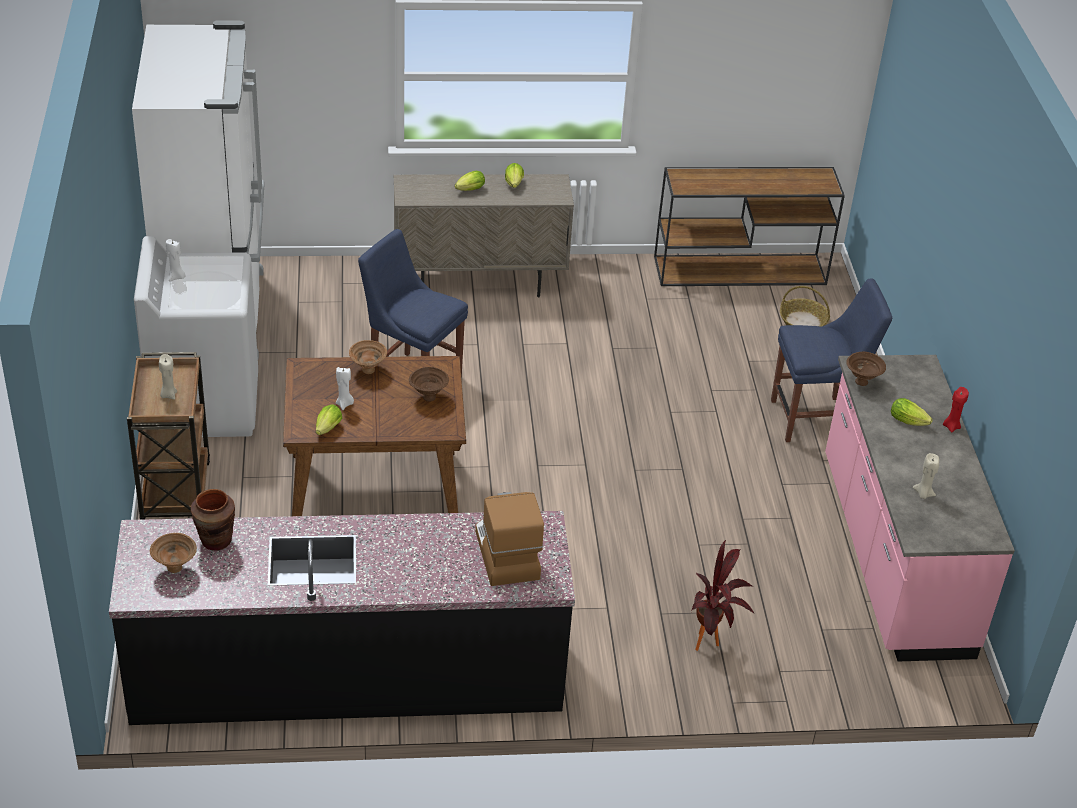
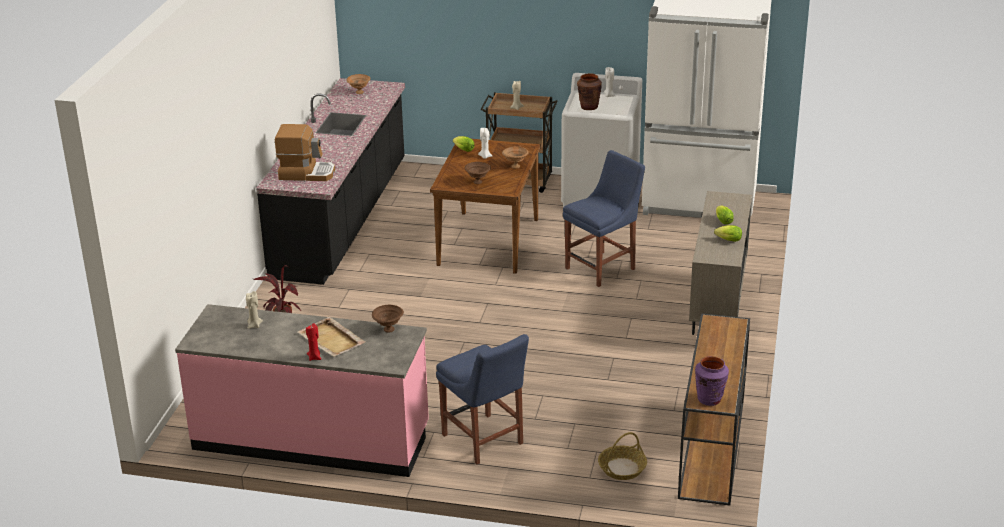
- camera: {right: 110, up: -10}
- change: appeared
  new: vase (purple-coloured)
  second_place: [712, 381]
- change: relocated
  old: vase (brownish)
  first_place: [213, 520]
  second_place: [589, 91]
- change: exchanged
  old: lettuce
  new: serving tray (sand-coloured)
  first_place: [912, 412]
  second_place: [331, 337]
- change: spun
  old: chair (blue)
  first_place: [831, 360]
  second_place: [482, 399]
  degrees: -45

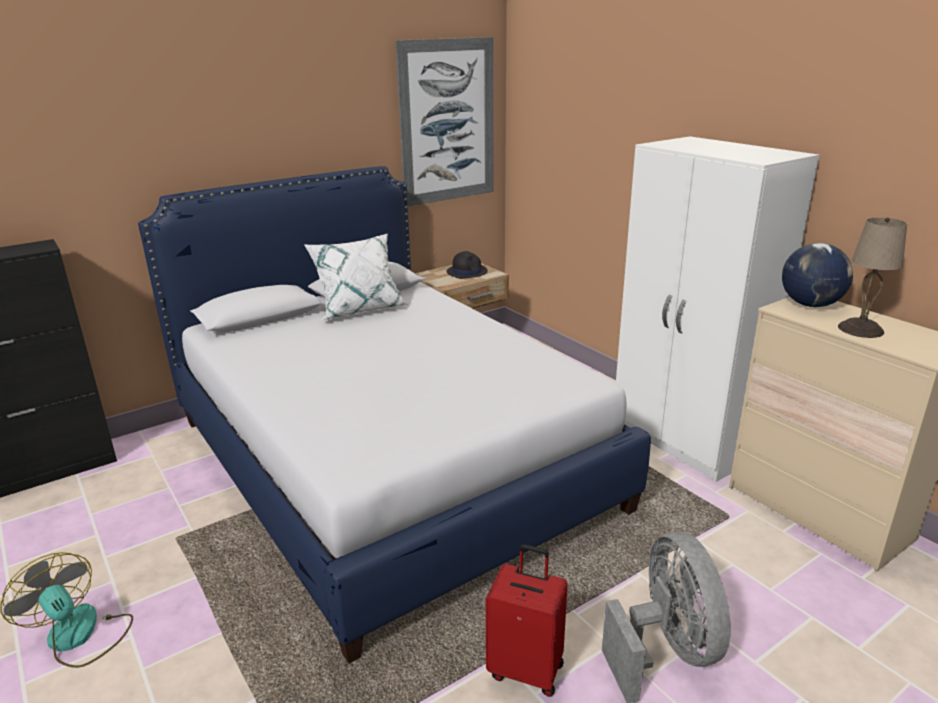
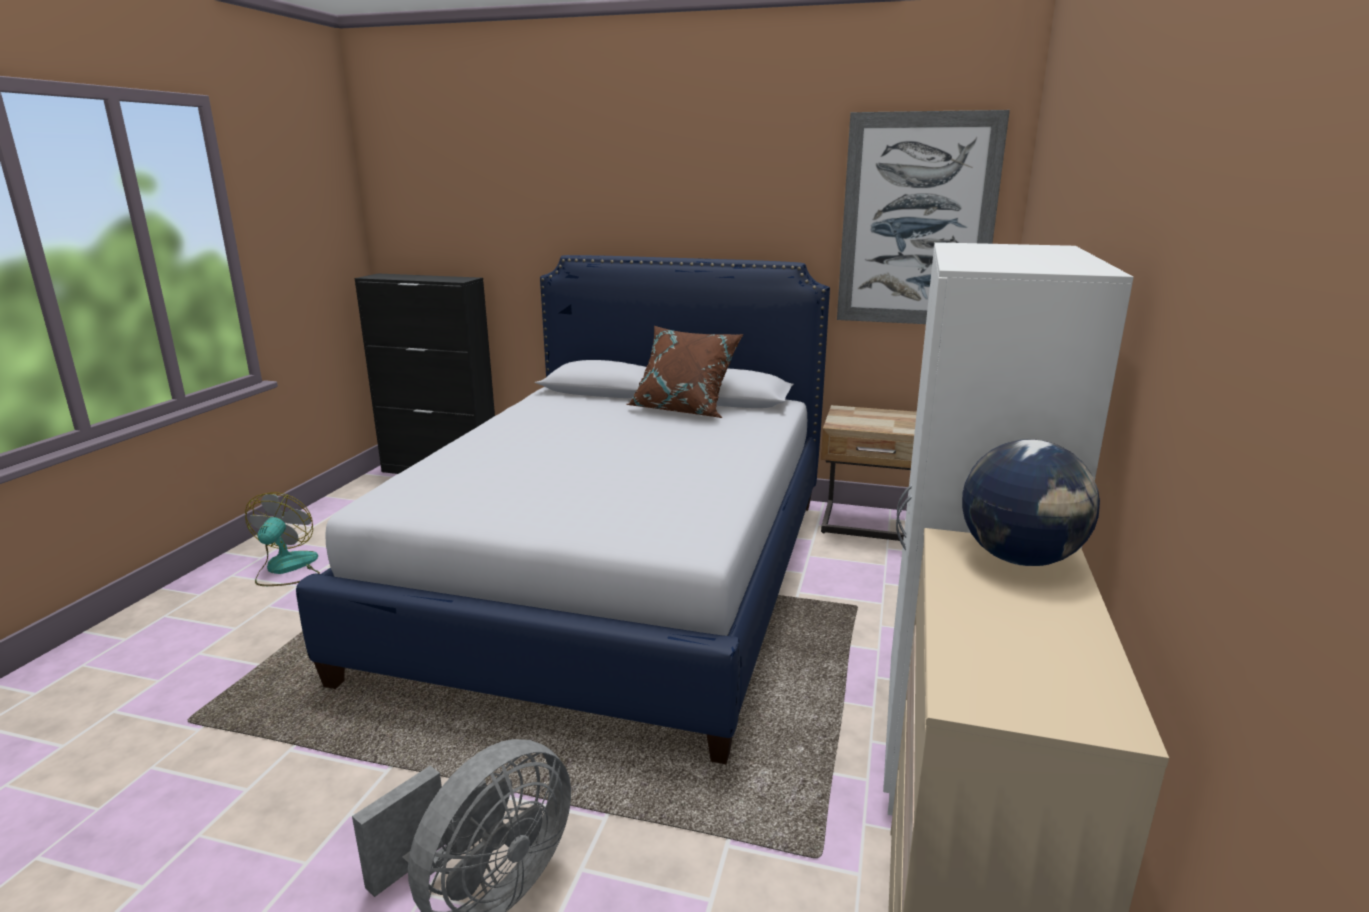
- camera: {right: 50, up: -5}
- change: missing
  old: wearable hat (black-coloured)
  first_place: [467, 265]
- change: missing
  old: piece of luggage (red)
  first_place: [526, 620]
- change: missing
  old: lamp for a table (sand-coloured)
  first_place: [872, 278]
- change: colour
  old: throw pillow (whitish)
  new: throw pillow (brownish)
  first_place: [356, 277]
  second_place: [685, 372]

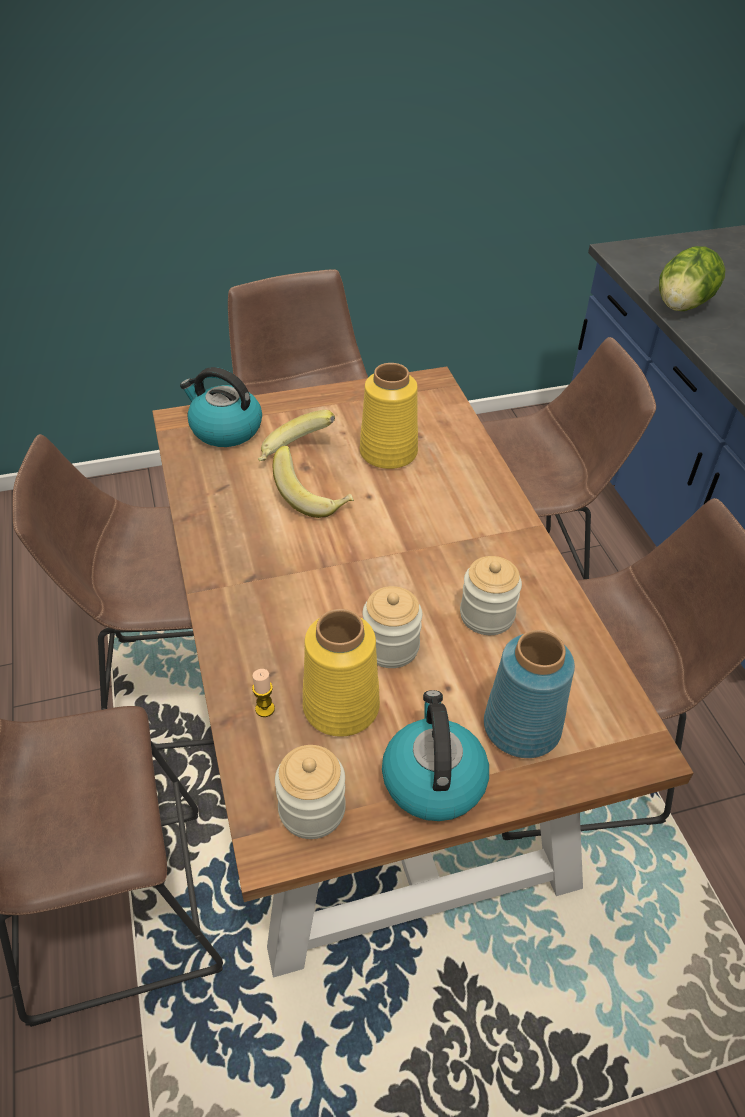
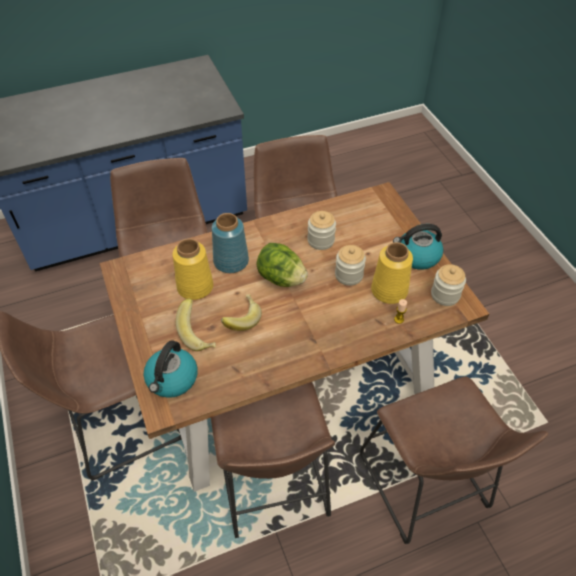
- camera: {right: -95, up: 5}
- change: relocated
  old: vase (blue)
  first_place: [529, 694]
  second_place: [230, 243]
- change: relocated
  old: lettuce
  first_place: [692, 278]
  second_place: [282, 265]

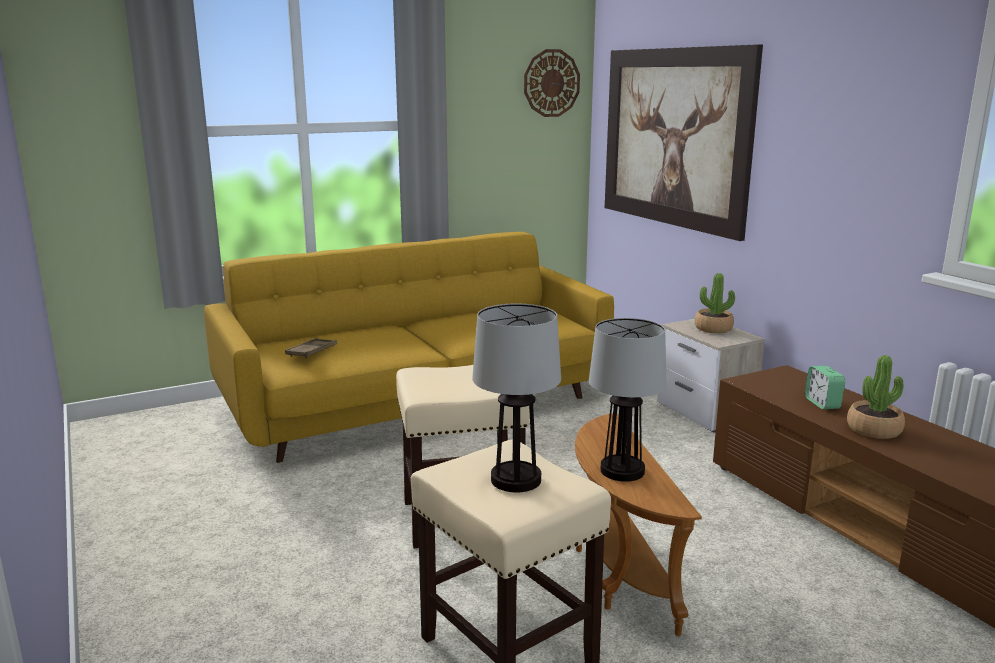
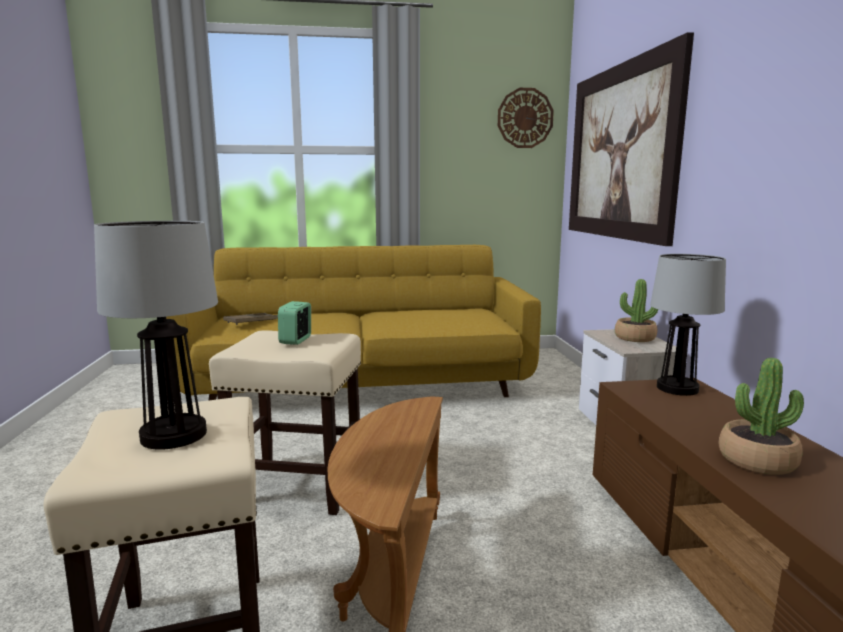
- camera: {right: 20, up: -5}
- change: relocated
  old: lamp for a table
  first_place: [627, 400]
  second_place: [688, 325]
- change: relocated
  old: alarm clock
  first_place: [825, 388]
  second_place: [294, 323]

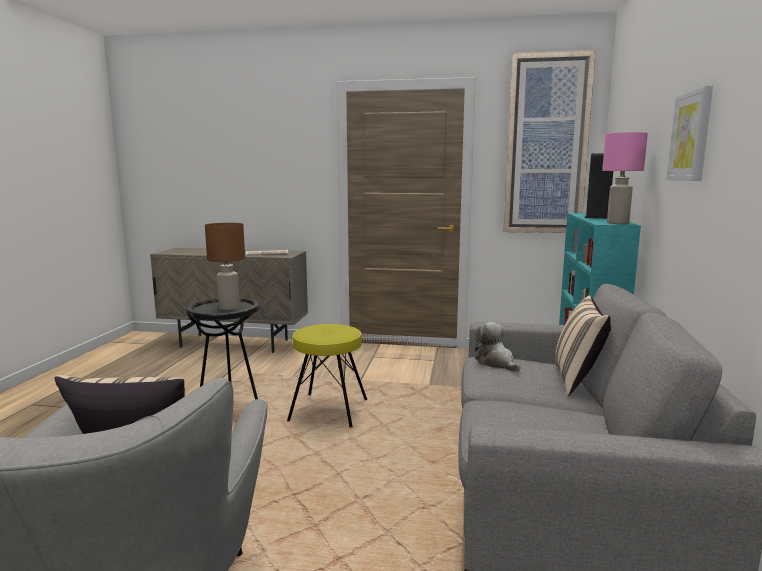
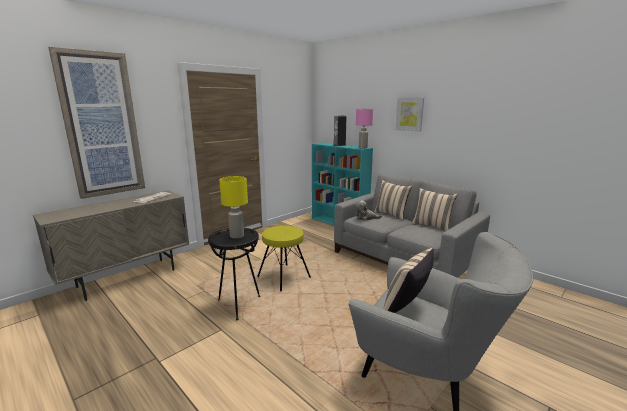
- camera: {right: -55, up: 5}
- change: appeared
  new: throw pillow (sand-coloured)
  second_place: [434, 209]
- change: relocated
  old: picture
  first_place: [549, 141]
  second_place: [96, 123]
- change: colour
  old: lamp for a table (brownish)
  new: lamp for a table (yellow-coloured)
  first_place: [225, 266]
  second_place: [233, 207]

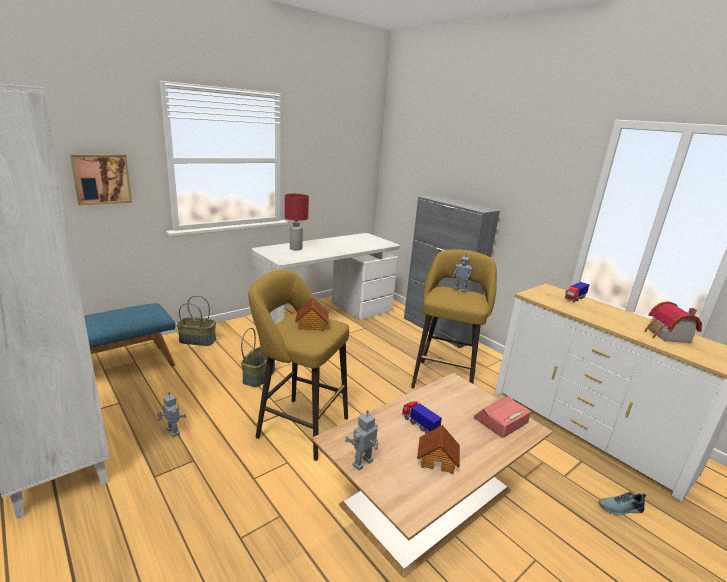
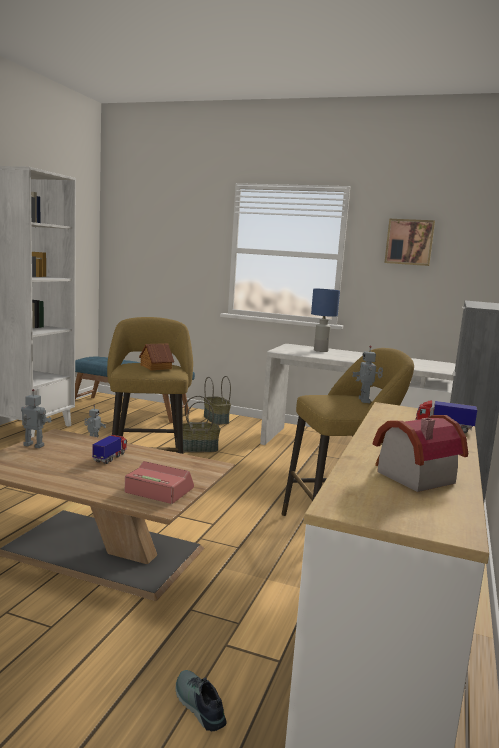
- camera: {right: 60, up: -10}
- change: missing
  old: model house
  first_place: [438, 449]
- change: relocated
  old: picture
  first_place: [101, 179]
  second_place: [409, 242]
- change: colour
  old: lamp for a table (red)
  new: lamp for a table (blue)
  first_place: [297, 222]
  second_place: [325, 320]

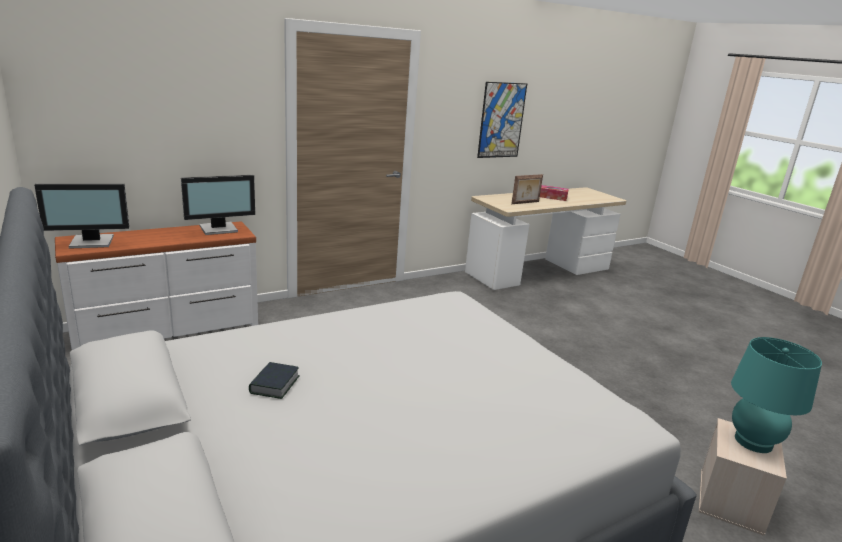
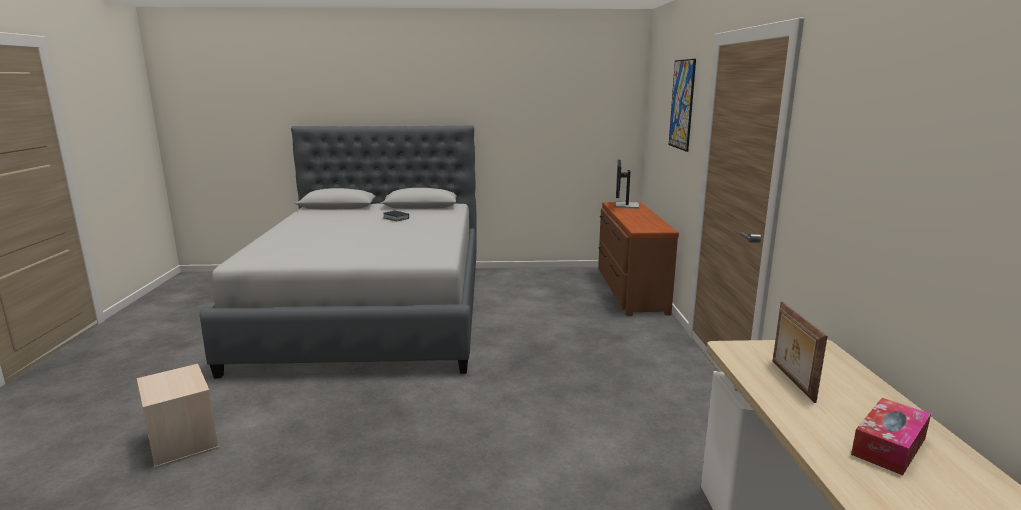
- camera: {right: 120, up: -5}
- change: missing
  old: computer screen
  first_place: [218, 205]
- change: missing
  old: lamp for a table (turquoise)
  first_place: [776, 395]
- change: relocated
  old: picture
  first_place: [502, 120]
  second_place: [682, 105]
- change: colour
  old: chest of drawers (whitish)
  new: chest of drawers (brownish)
  first_place: [156, 285]
  second_place: [638, 259]

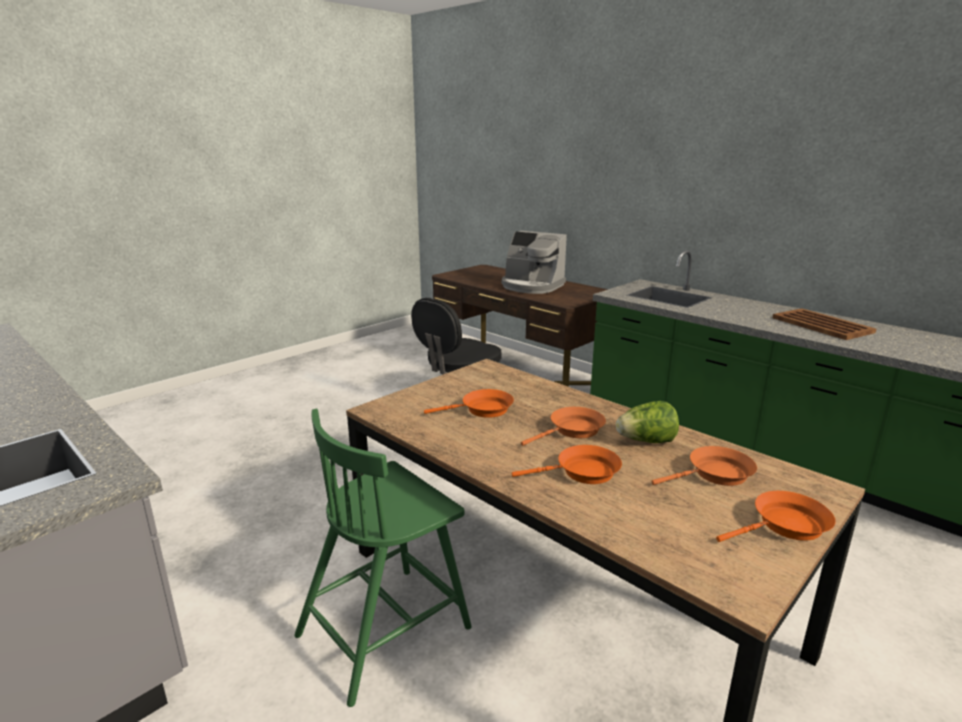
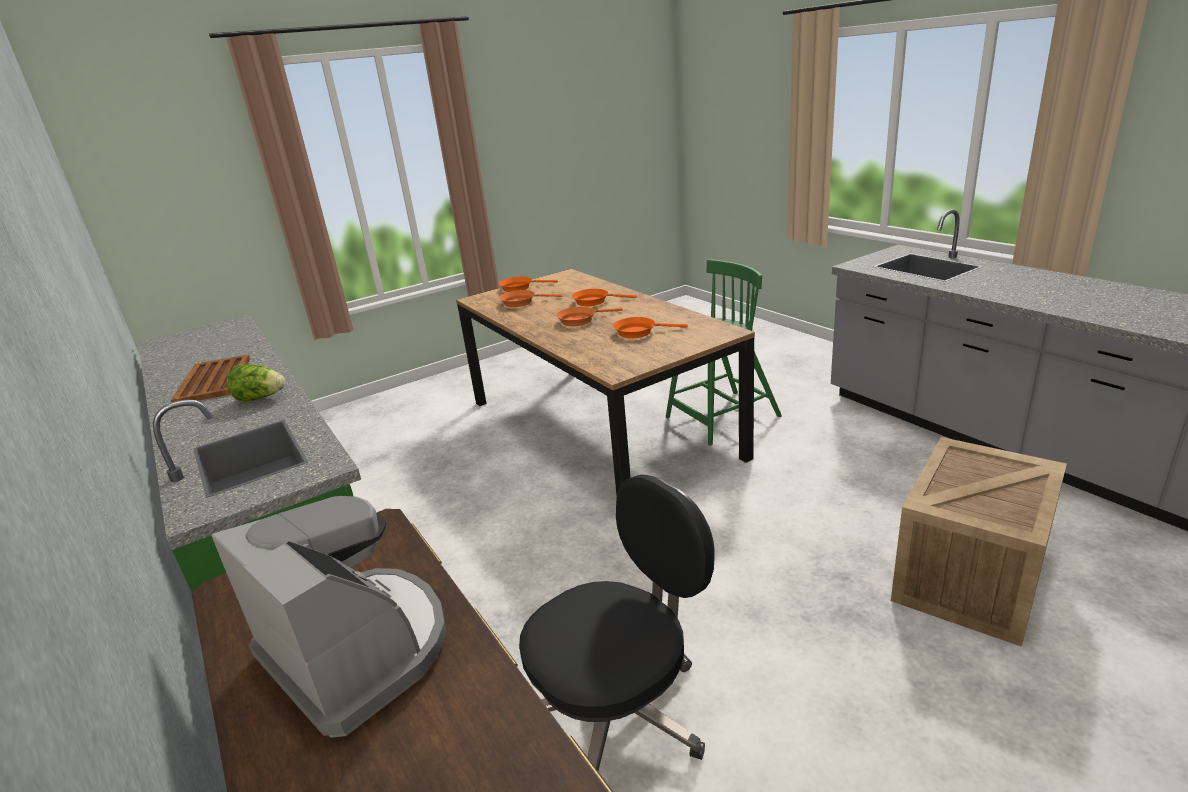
- camera: {right: -165, up: 5}
- change: appeared
  new: crate
  second_place: [979, 542]
- change: relocated
  old: lettuce
  first_place: [647, 422]
  second_place: [256, 383]

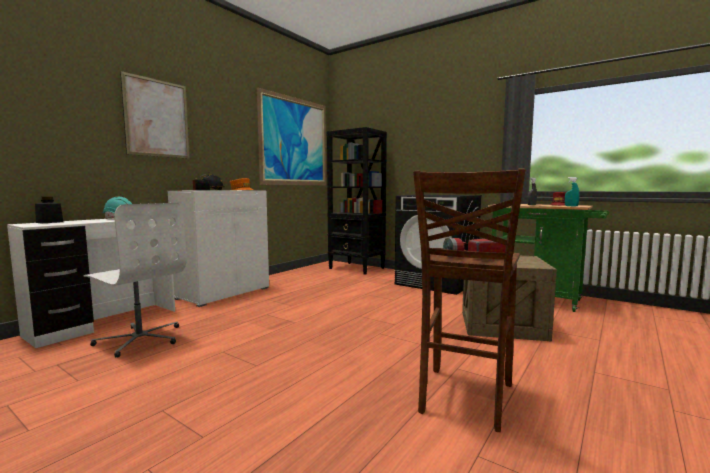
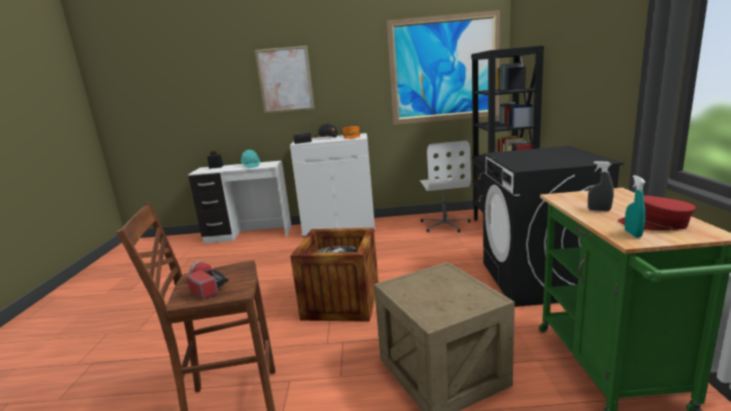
- camera: {right: 55, up: 10}
- change: appeared
  new: crate
  second_place: [334, 275]
- change: relocated
  old: desk chair (whitish)
  first_place: [135, 280]
  second_place: [445, 187]

